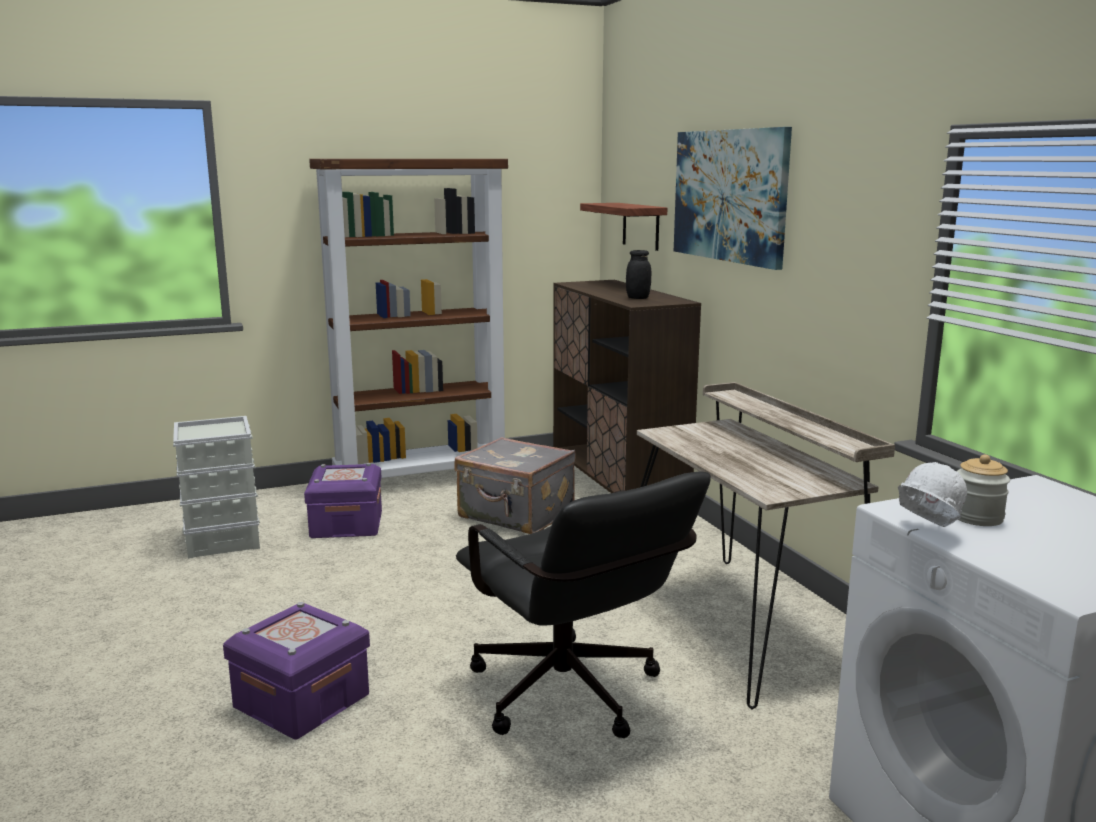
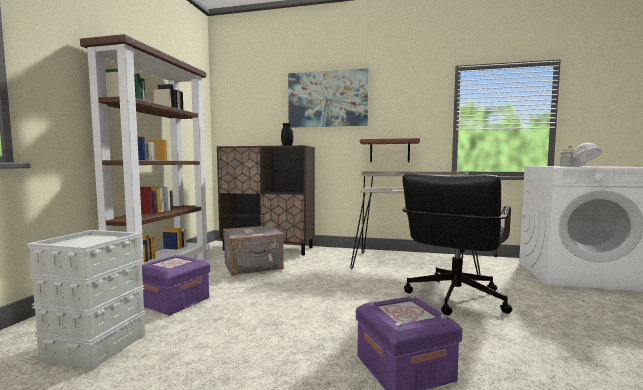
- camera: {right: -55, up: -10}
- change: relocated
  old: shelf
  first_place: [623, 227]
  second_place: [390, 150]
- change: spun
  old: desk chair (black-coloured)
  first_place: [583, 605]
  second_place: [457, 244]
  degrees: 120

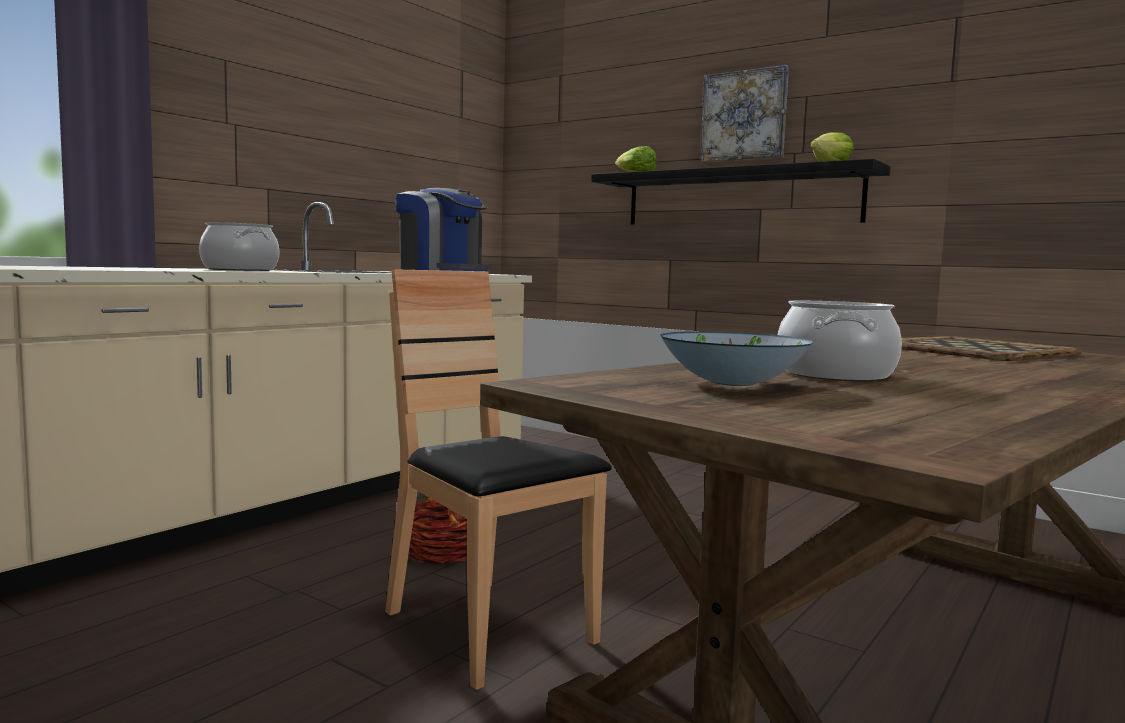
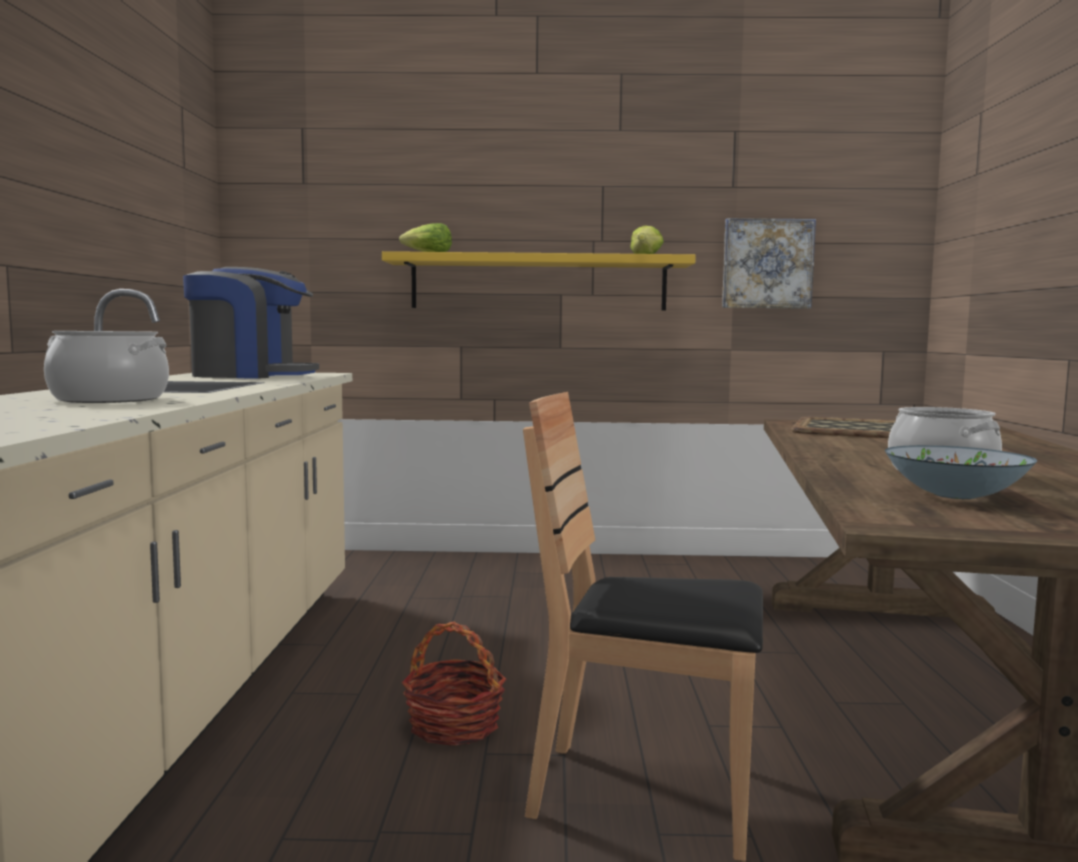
- camera: {right: -35, up: 0}
- change: relocated
  old: picture
  first_place: [744, 113]
  second_place: [769, 263]
- change: colour
  old: shelf (black-coloured)
  new: shelf (yellow-coloured)
  first_place: [741, 192]
  second_place: [539, 281]

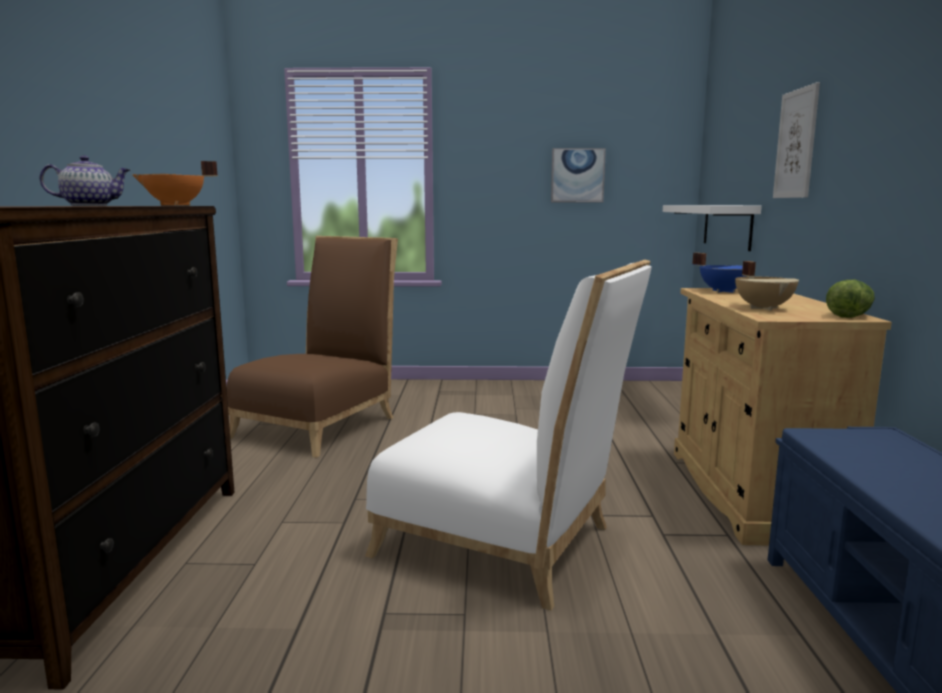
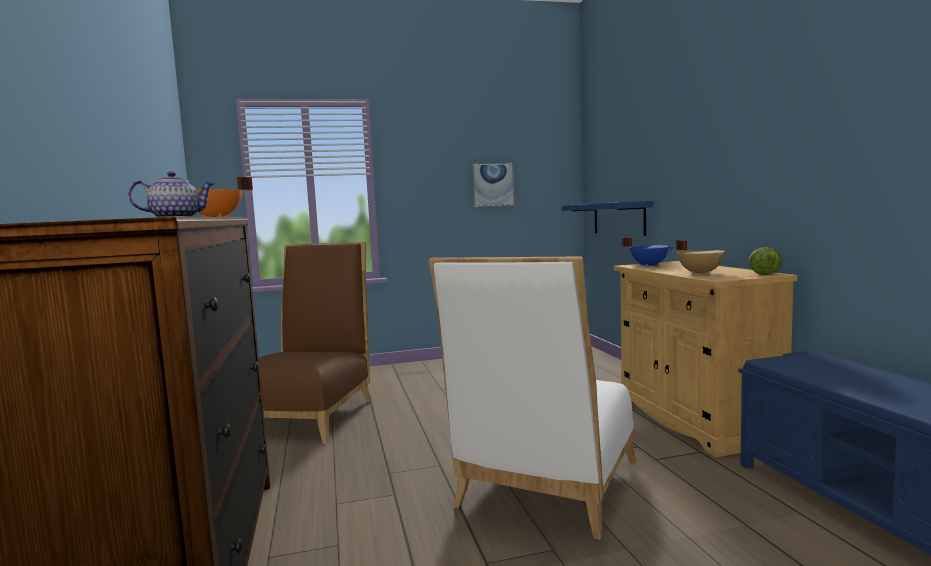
- camera: {right: -15, up: -5}
- change: missing
  old: picture
  first_place: [796, 140]
- change: colour
  old: shelf (whitish)
  new: shelf (blue)
  first_place: [712, 228]
  second_place: [607, 218]
- change: spun
  old: chair (whitish)
  first_place: [508, 435]
  second_place: [532, 398]
  degrees: 105

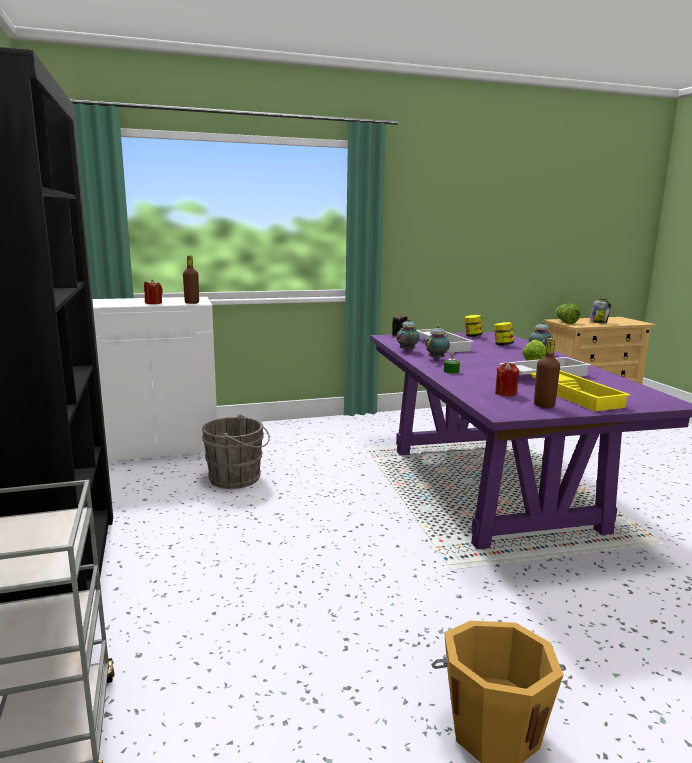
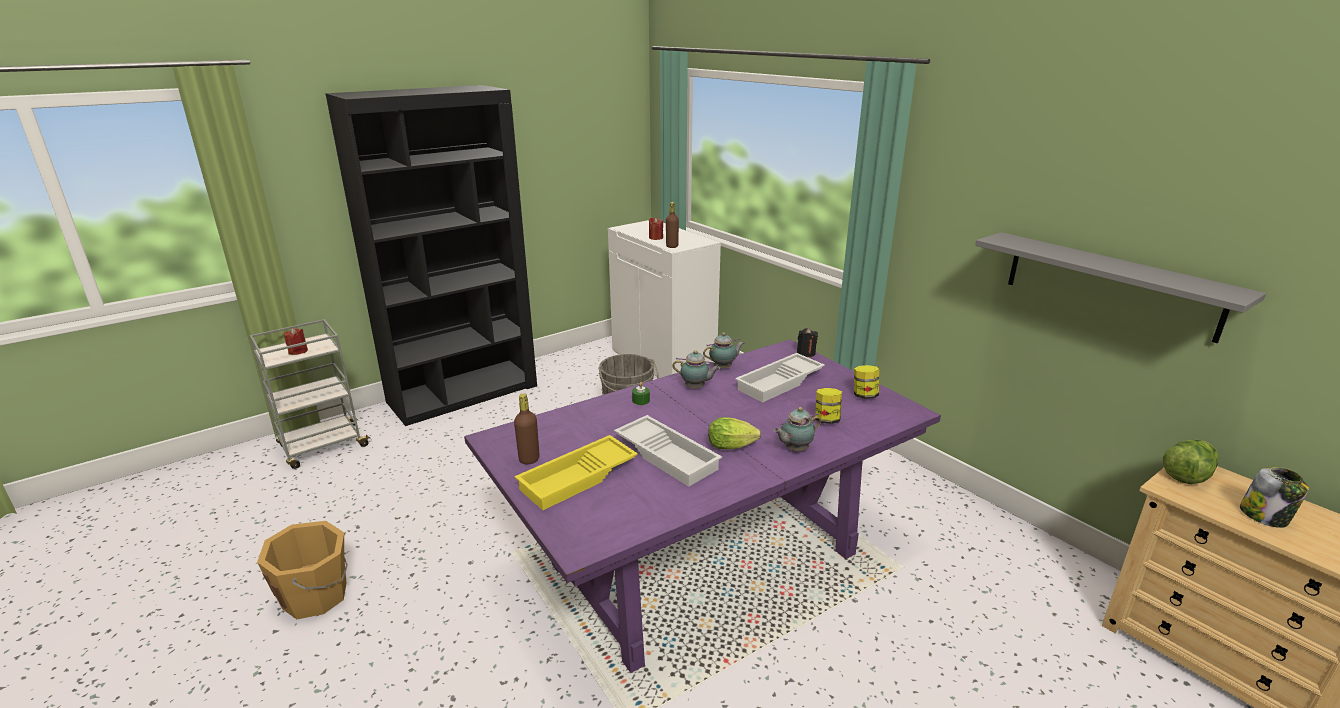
- camera: {right: 70, up: 10}
- change: appeared
  new: shelf (greyish)
  second_place: [1120, 287]
- change: relocated
  old: wax candle (red)
  first_place: [507, 379]
  second_place: [296, 341]

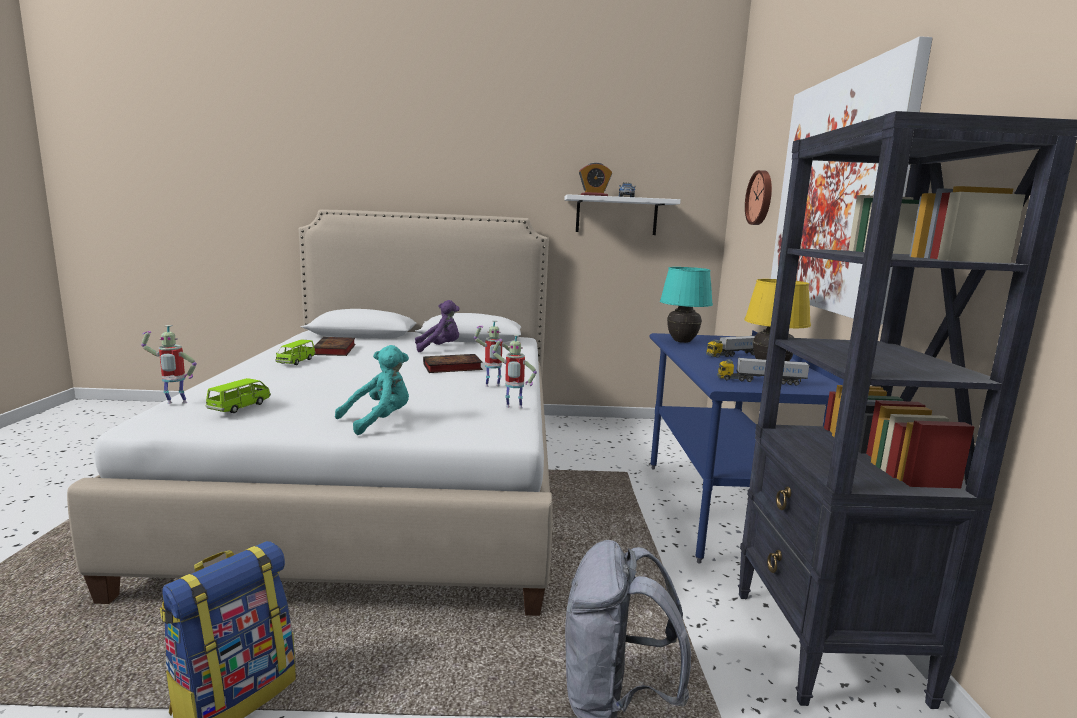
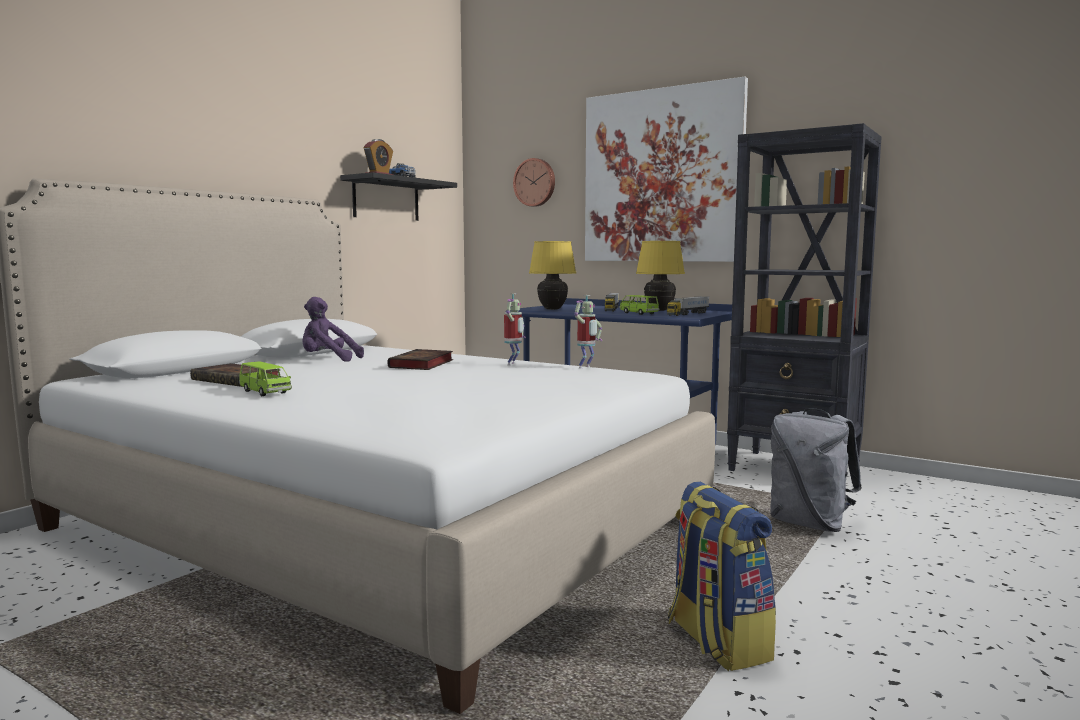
- camera: {right: -55, up: -5}
- change: missing
  old: robot figure
  first_place: [169, 364]
- change: missing
  old: plush toy (turquoise)
  first_place: [372, 390]
- change: relocated
  old: miniature car (greenish)
  first_place: [238, 395]
  second_place: [639, 305]
- change: colour
  old: shelf (whitish)
  new: shelf (black-coloured)
  first_place: [622, 214]
  second_place: [398, 196]
- change: colour
  old: lamp for a table (turquoise)
  new: lamp for a table (yellow-coloured)
  first_place: [686, 305]
  second_place: [552, 275]
- change: spun
  old: plush toy (purple-coloured)
  first_place: [437, 326]
  second_place: [333, 329]
  degrees: -105

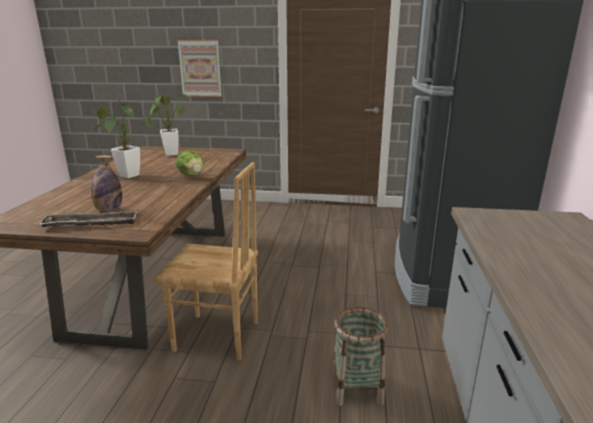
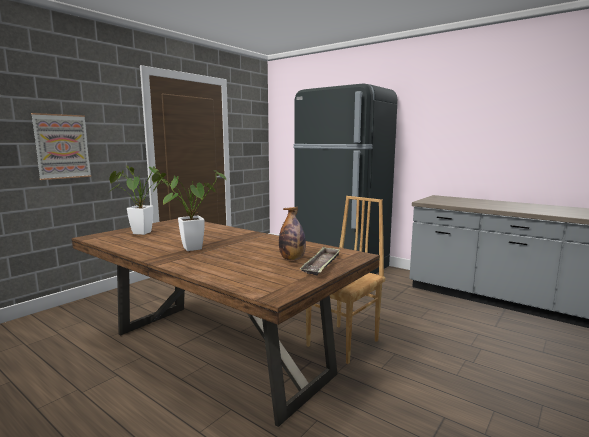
- camera: {right: -60, up: -10}
- change: missing
  old: lettuce
  first_place: [190, 163]
- change: missing
  old: household basket
  first_place: [360, 356]

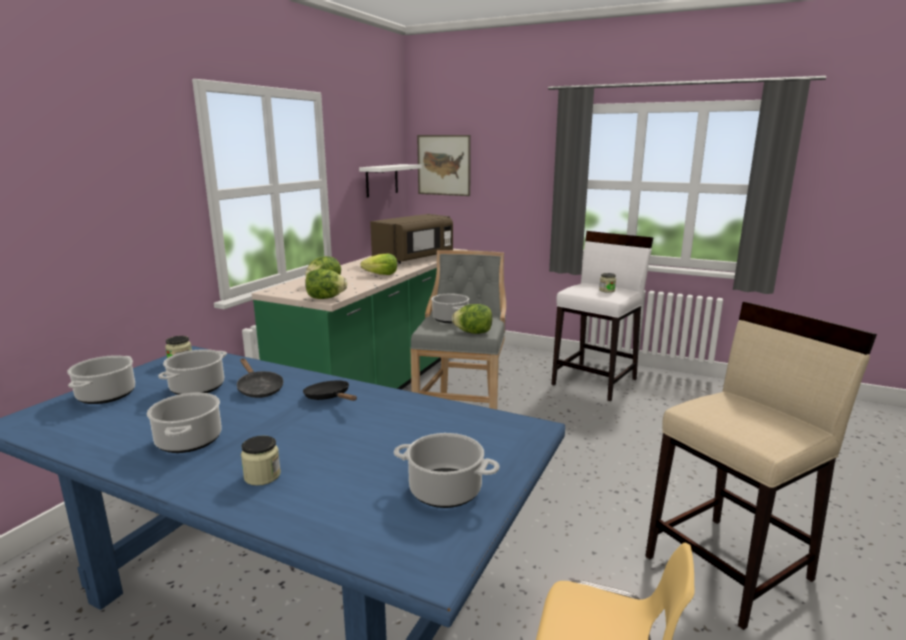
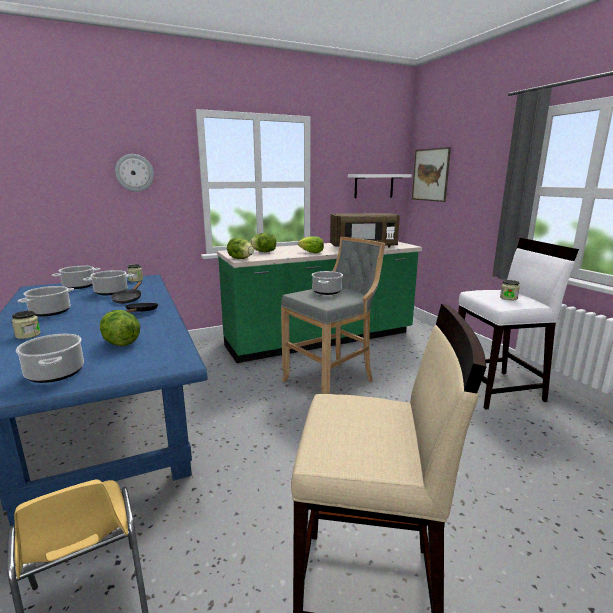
- camera: {right: 40, up: 0}
- change: appeared
  new: clock on the wall
  second_place: [134, 173]
- change: relocated
  old: lettuce
  first_place: [472, 319]
  second_place: [120, 328]

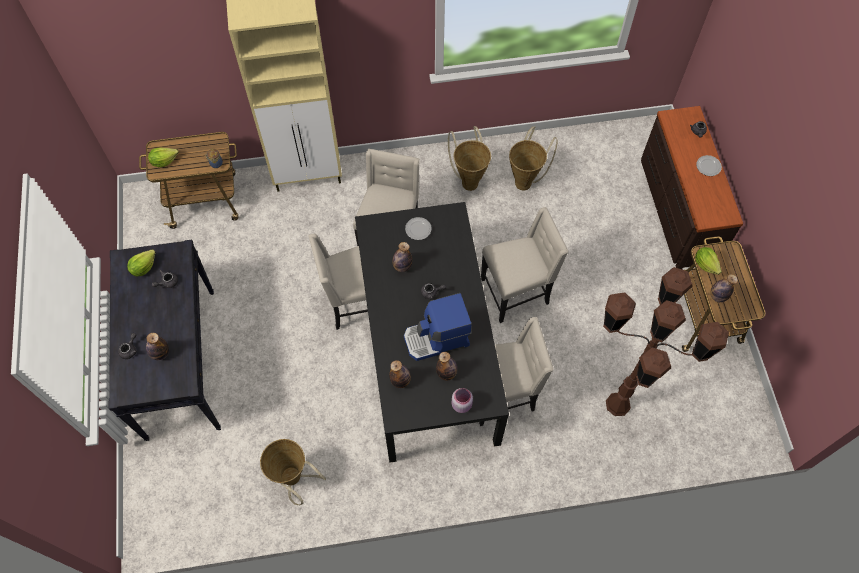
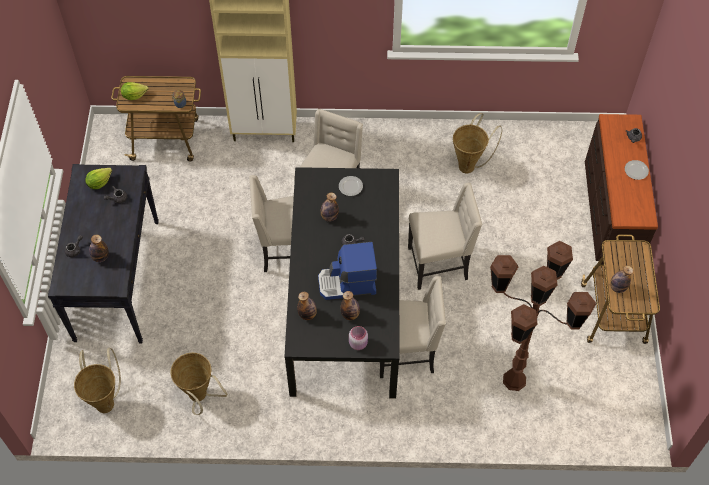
- camera: {right: 10, up: -5}
- change: missing
  old: lettuce
  first_place: [708, 261]
- change: relocated
  old: household basket
  first_place: [469, 158]
  second_place: [97, 380]

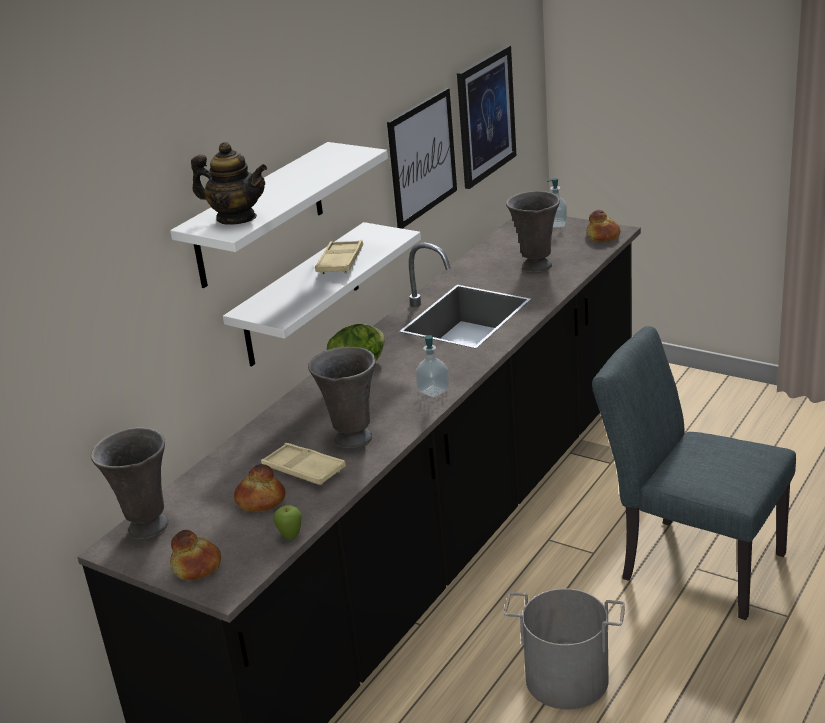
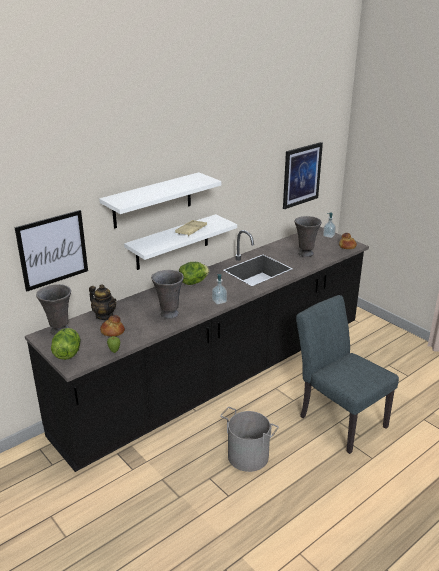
- camera: {right: 15, up: 0}
- change: missing
  old: serving tray (sand-coloured)
  first_place: [303, 464]
- change: relocated
  old: pot for tea
  first_place: [229, 183]
  second_place: [102, 302]
- change: relocated
  old: picture
  first_place: [422, 158]
  second_place: [51, 251]
- change: exchanged
  old: baked bread
  new: lettuce
  first_place: [195, 555]
  second_place: [66, 344]

